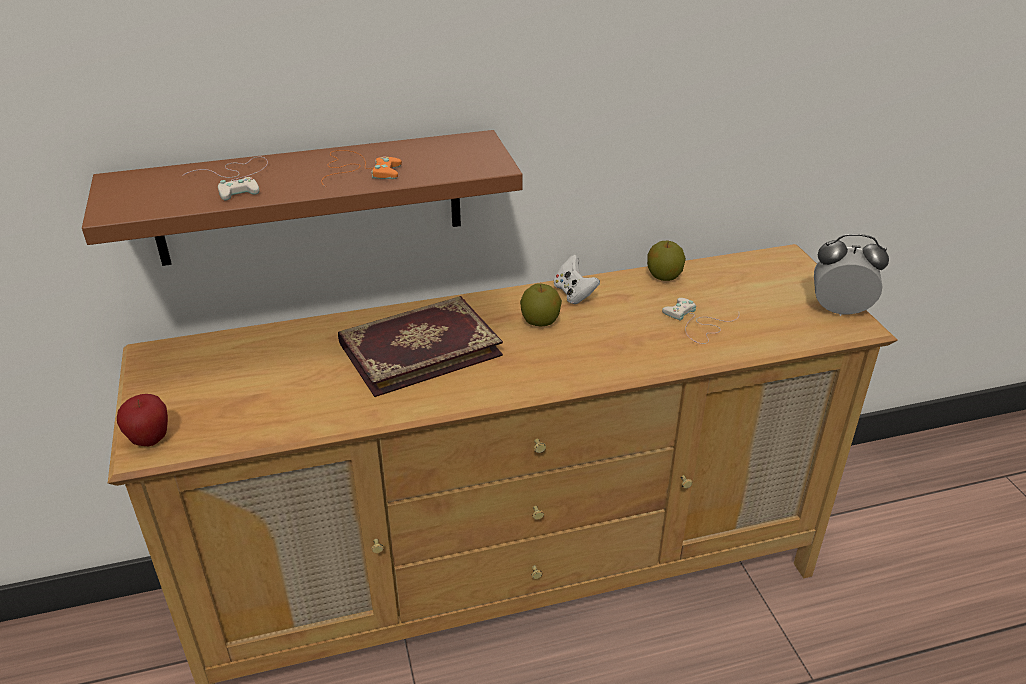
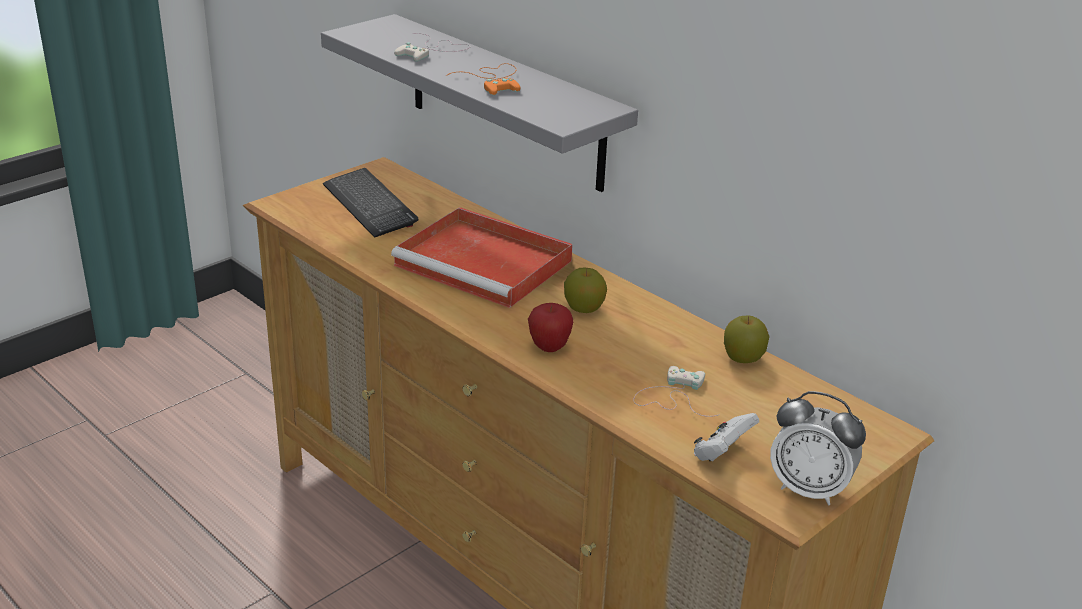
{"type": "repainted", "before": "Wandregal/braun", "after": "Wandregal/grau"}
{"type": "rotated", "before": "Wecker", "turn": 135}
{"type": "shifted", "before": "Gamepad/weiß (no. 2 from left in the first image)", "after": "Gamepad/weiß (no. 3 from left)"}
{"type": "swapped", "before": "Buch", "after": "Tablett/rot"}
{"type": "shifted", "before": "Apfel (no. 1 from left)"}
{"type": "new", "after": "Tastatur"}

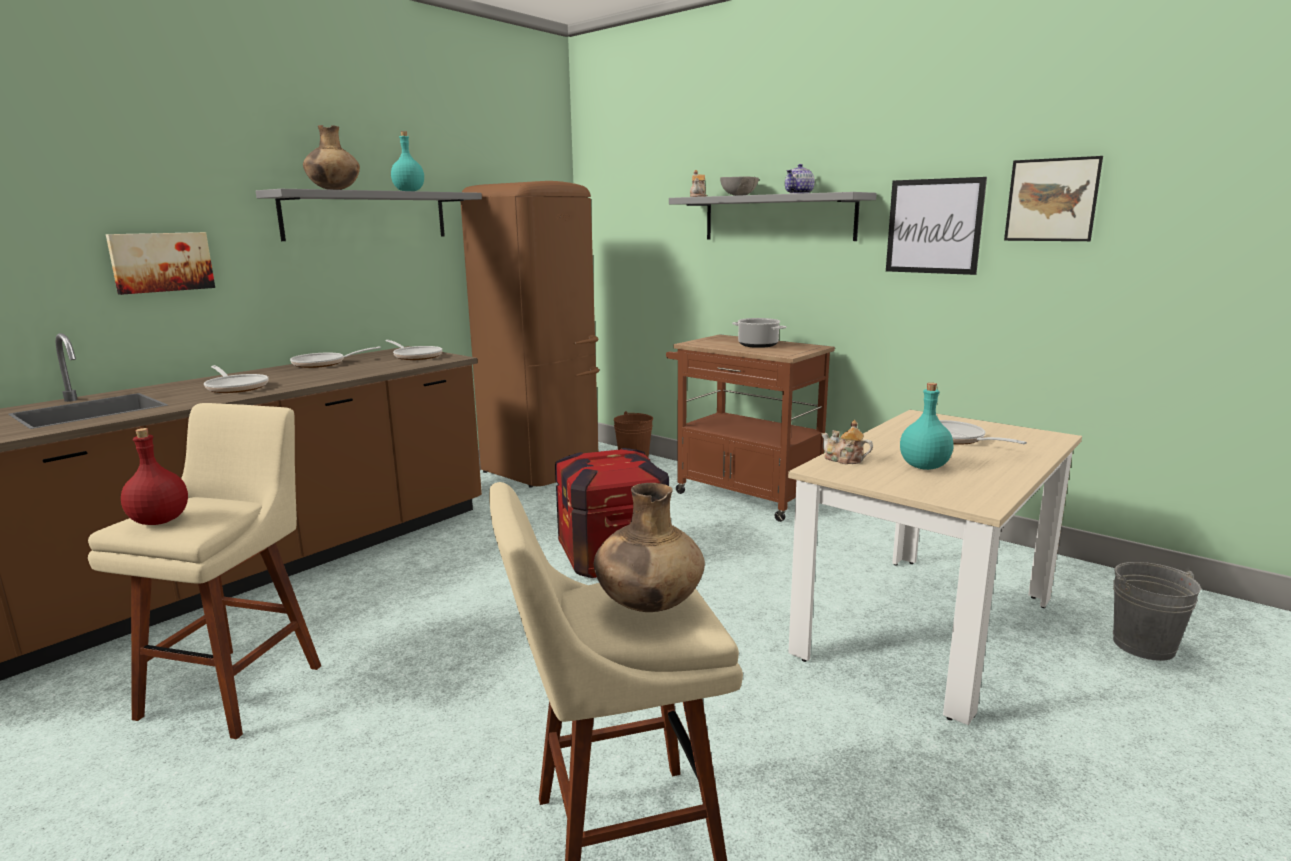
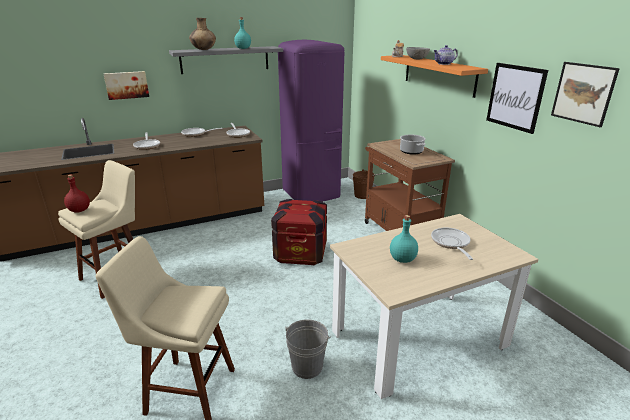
{"type": "repainted", "before": "Kühlschrank/braun", "after": "Kühlschrank/lila"}
{"type": "repainted", "before": "Wandregal/grau (no. 2 from left)", "after": "Wandregal/orange"}
{"type": "gone", "before": "Teekanne (no. 3 from left)"}
{"type": "gone", "before": "Vase/braun (no. 2 from left)"}
{"type": "shifted", "before": "Eimer/grau"}

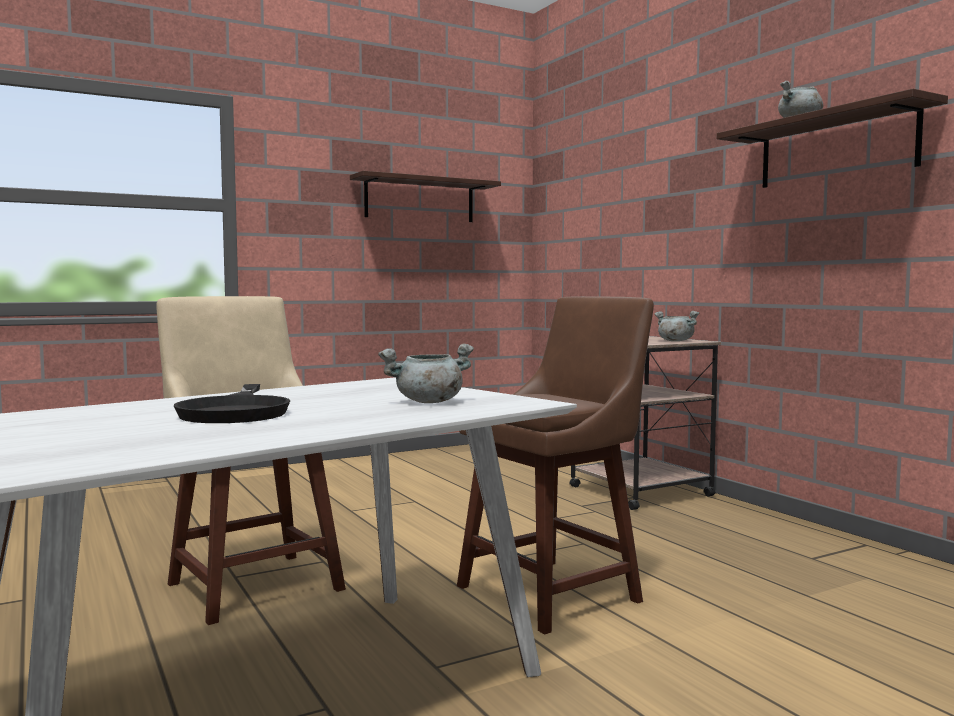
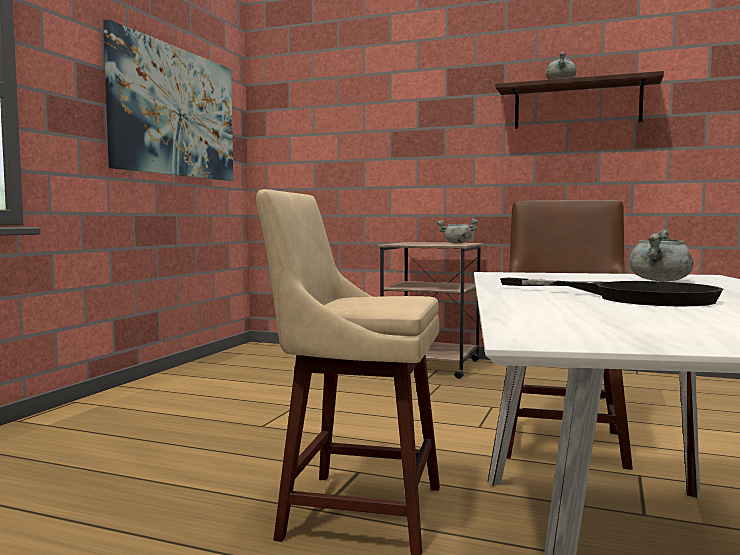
{"type": "swapped", "before": "Wandregal (no. 1 from left)", "after": "Bild"}

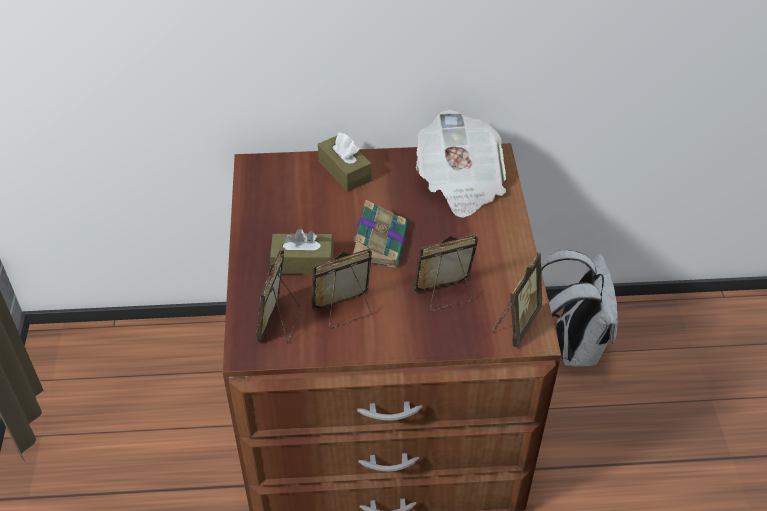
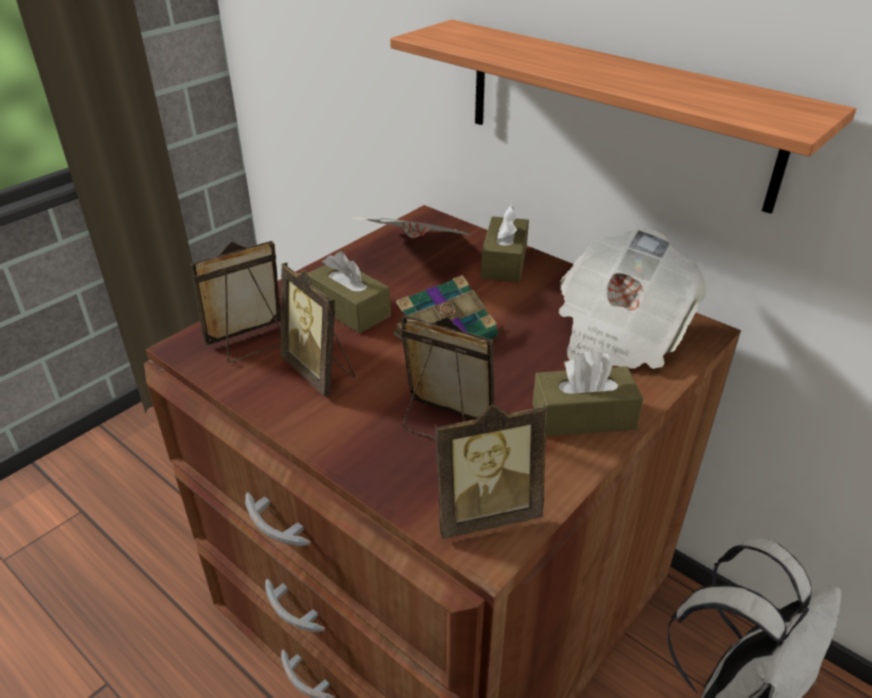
{"type": "rotated", "before": "Bilderrahmen (no. 2 from left)", "turn": -150}
{"type": "new", "after": "Wandregal"}
{"type": "new", "after": "Zeitung (no. 1 from left)"}
{"type": "new", "after": "Taschentuchbox/braun (no. 3 from left)"}

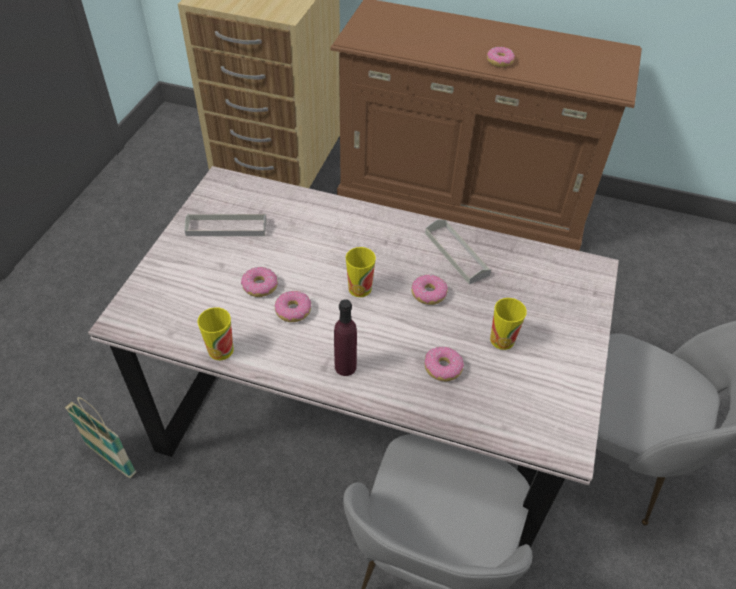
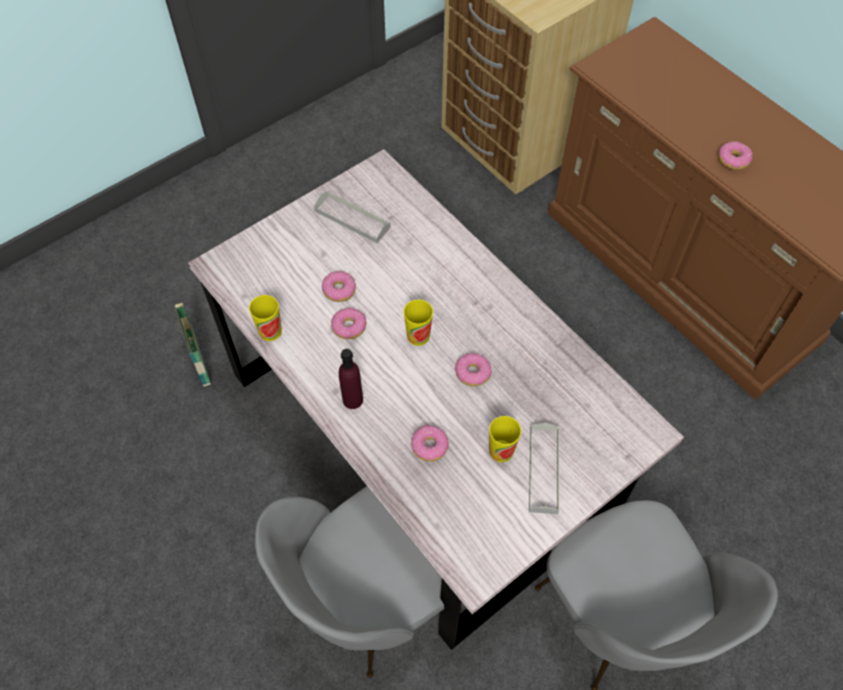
{"type": "shifted", "before": "Tablett/grau (no. 2 from left)"}

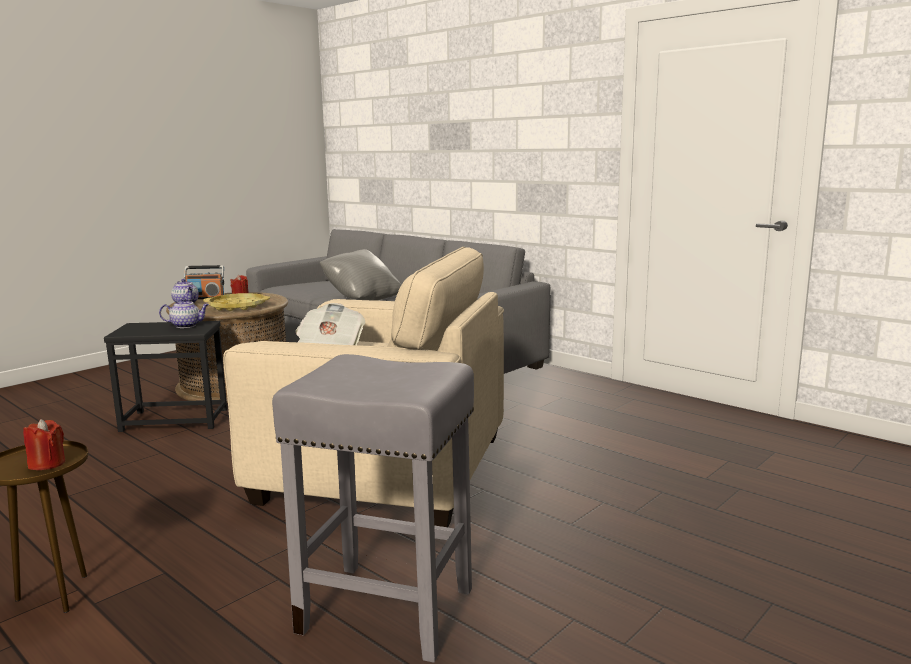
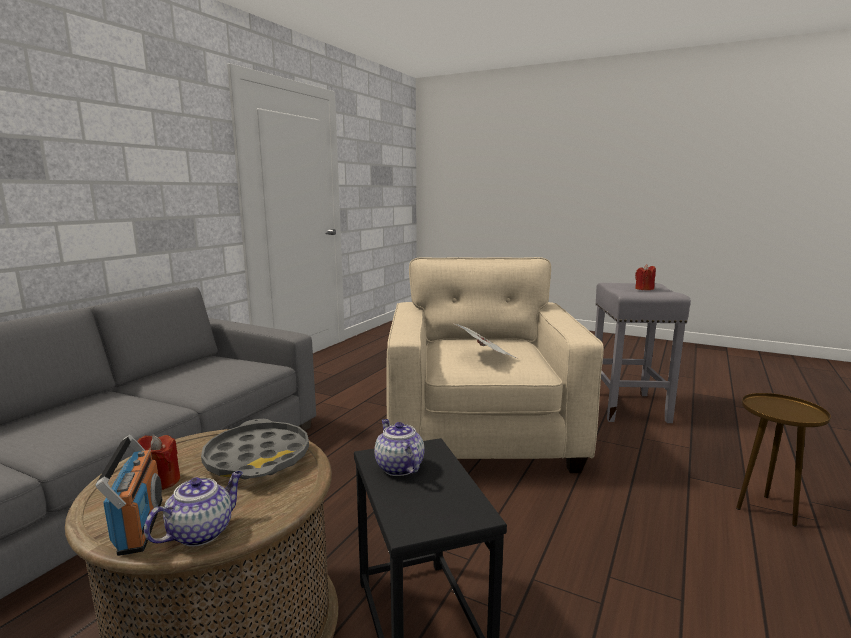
{"type": "gone", "before": "Kissen/grau"}
{"type": "repainted", "before": "Tablett/gelb", "after": "Tablett/grau"}
{"type": "shifted", "before": "Kerze/rot (no. 1 from left in the first image)", "after": "Kerze/rot (no. 2 from left)"}

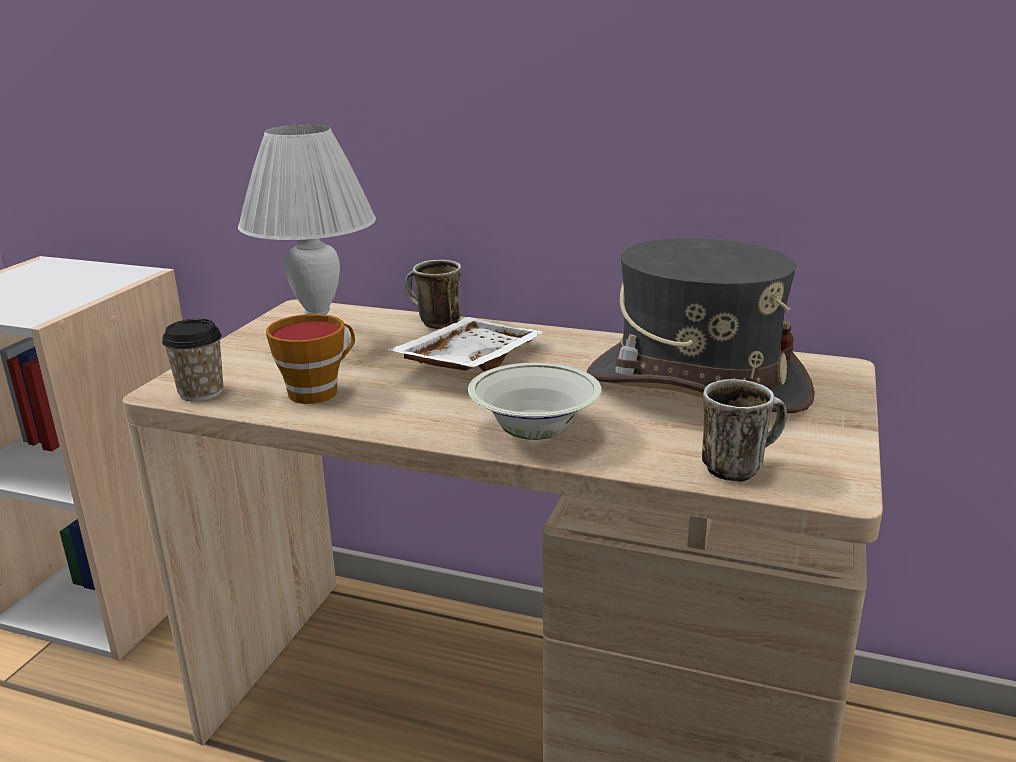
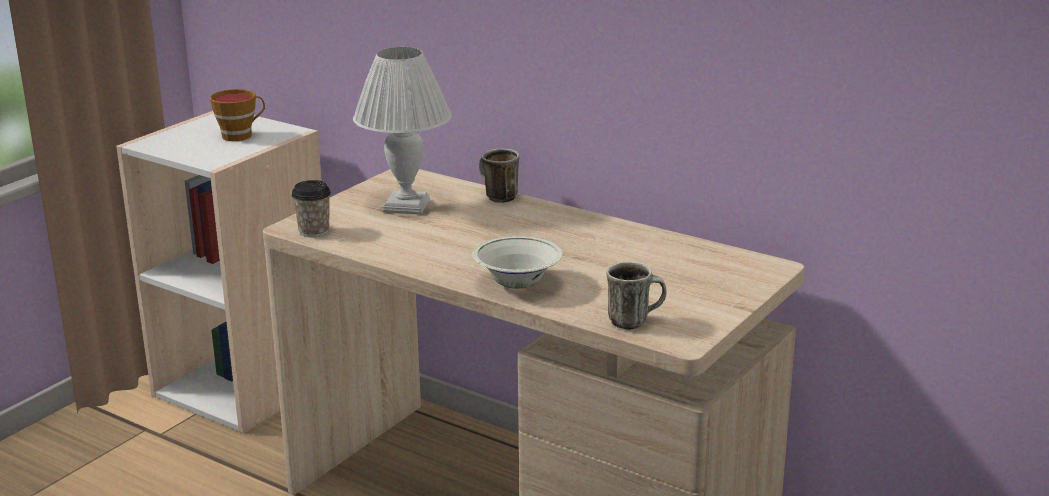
{"type": "gone", "before": "Hut/grau"}
{"type": "shifted", "before": "Tasse (no. 2 from left in the first image)", "after": "Tasse (no. 1 from left)"}
{"type": "gone", "before": "Tablett/weiß"}

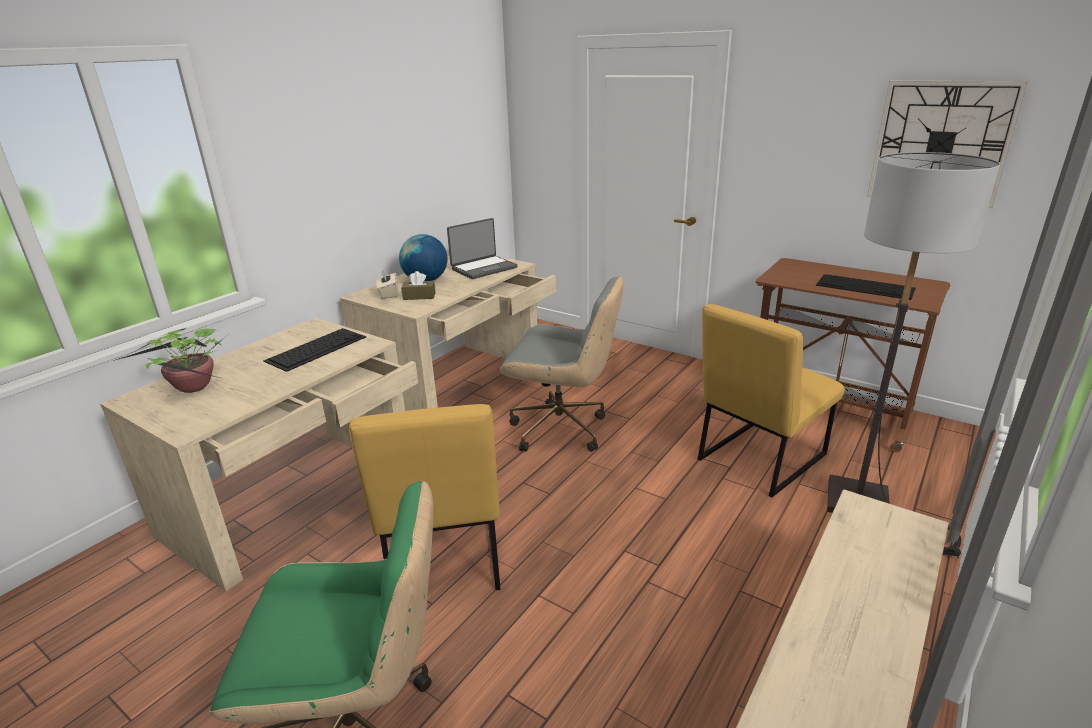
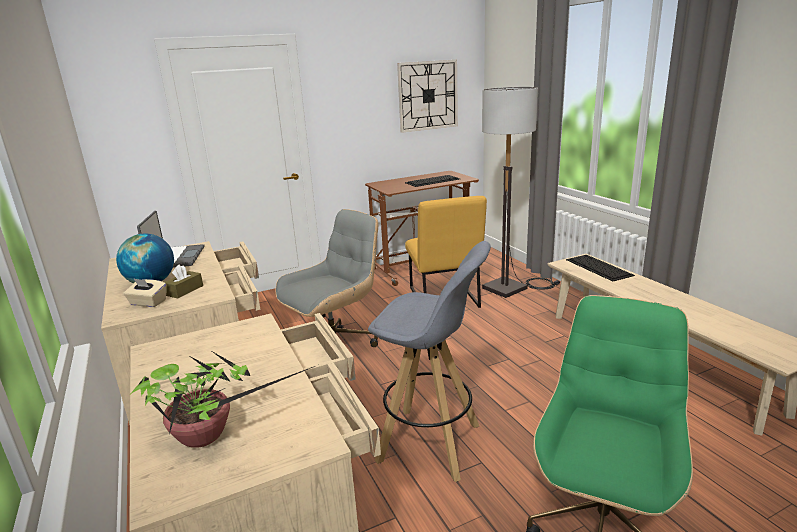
{"type": "shifted", "before": "Tastatur (no. 1 from left in the first image)", "after": "Tastatur (no. 2 from left)"}
{"type": "swapped", "before": "Stuhl/gelb (no. 1 from left)", "after": "Hocker/grau"}

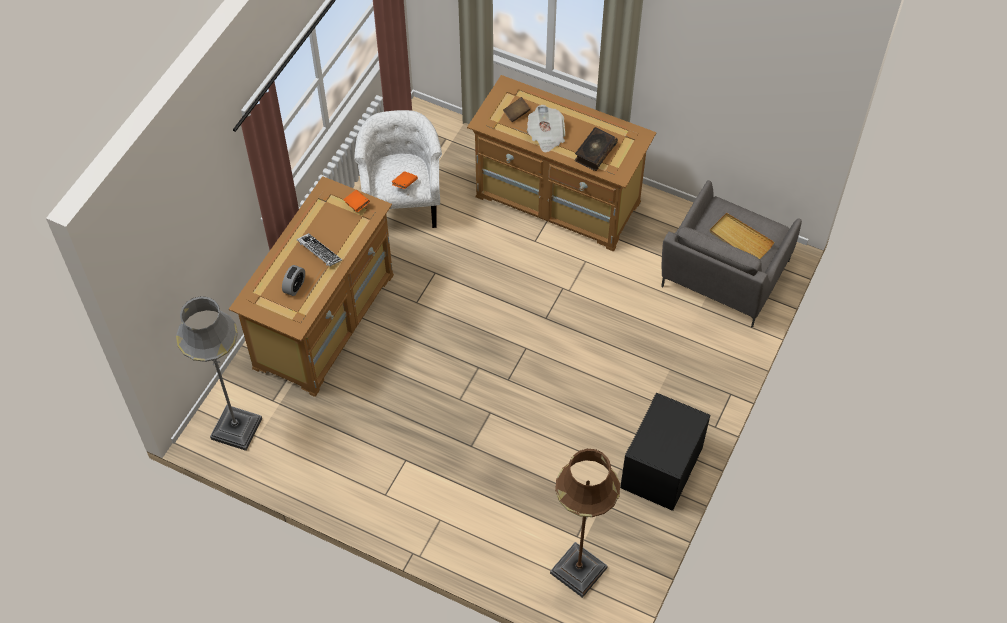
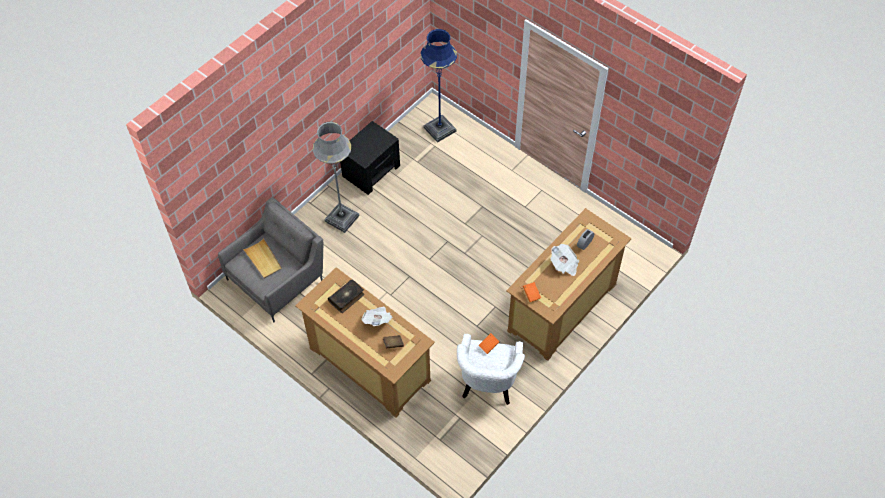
{"type": "swapped", "before": "Tastatur", "after": "Zeitung (no. 2 from left)"}
{"type": "shifted", "before": "Stehlampe/grau"}
{"type": "repainted", "before": "Stehlampe/braun", "after": "Stehlampe/blau"}

